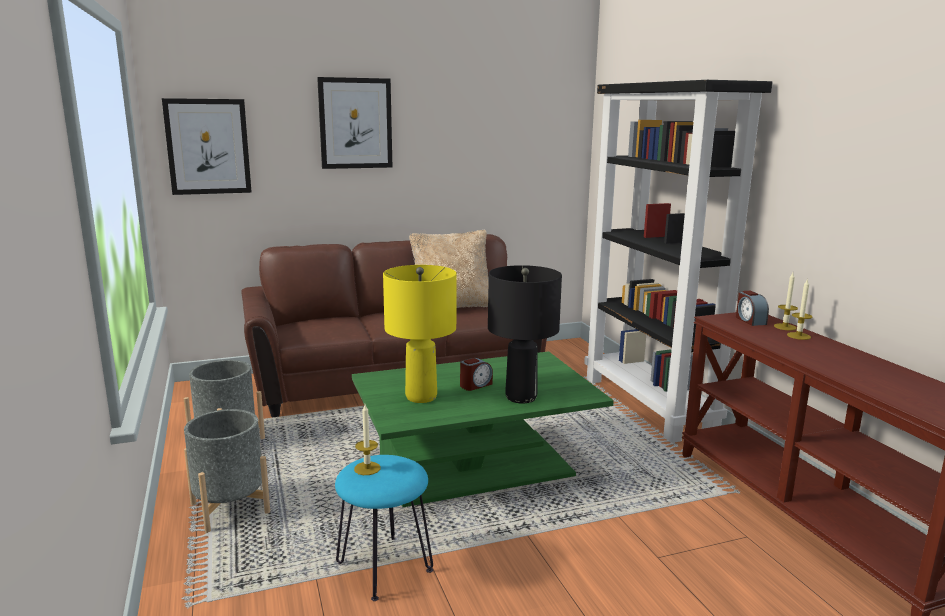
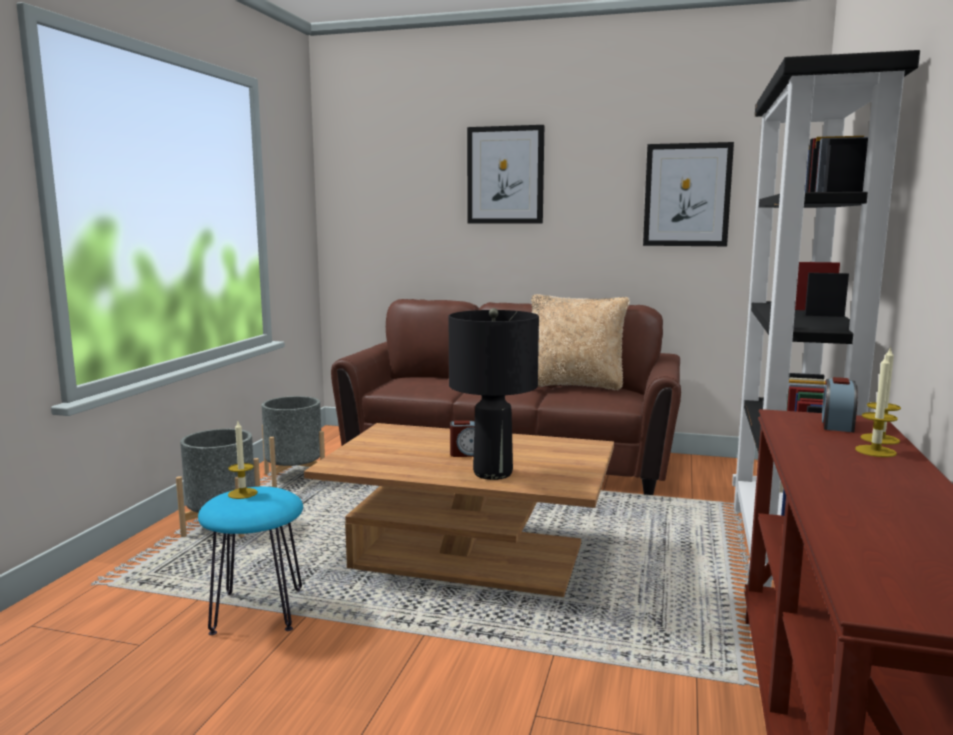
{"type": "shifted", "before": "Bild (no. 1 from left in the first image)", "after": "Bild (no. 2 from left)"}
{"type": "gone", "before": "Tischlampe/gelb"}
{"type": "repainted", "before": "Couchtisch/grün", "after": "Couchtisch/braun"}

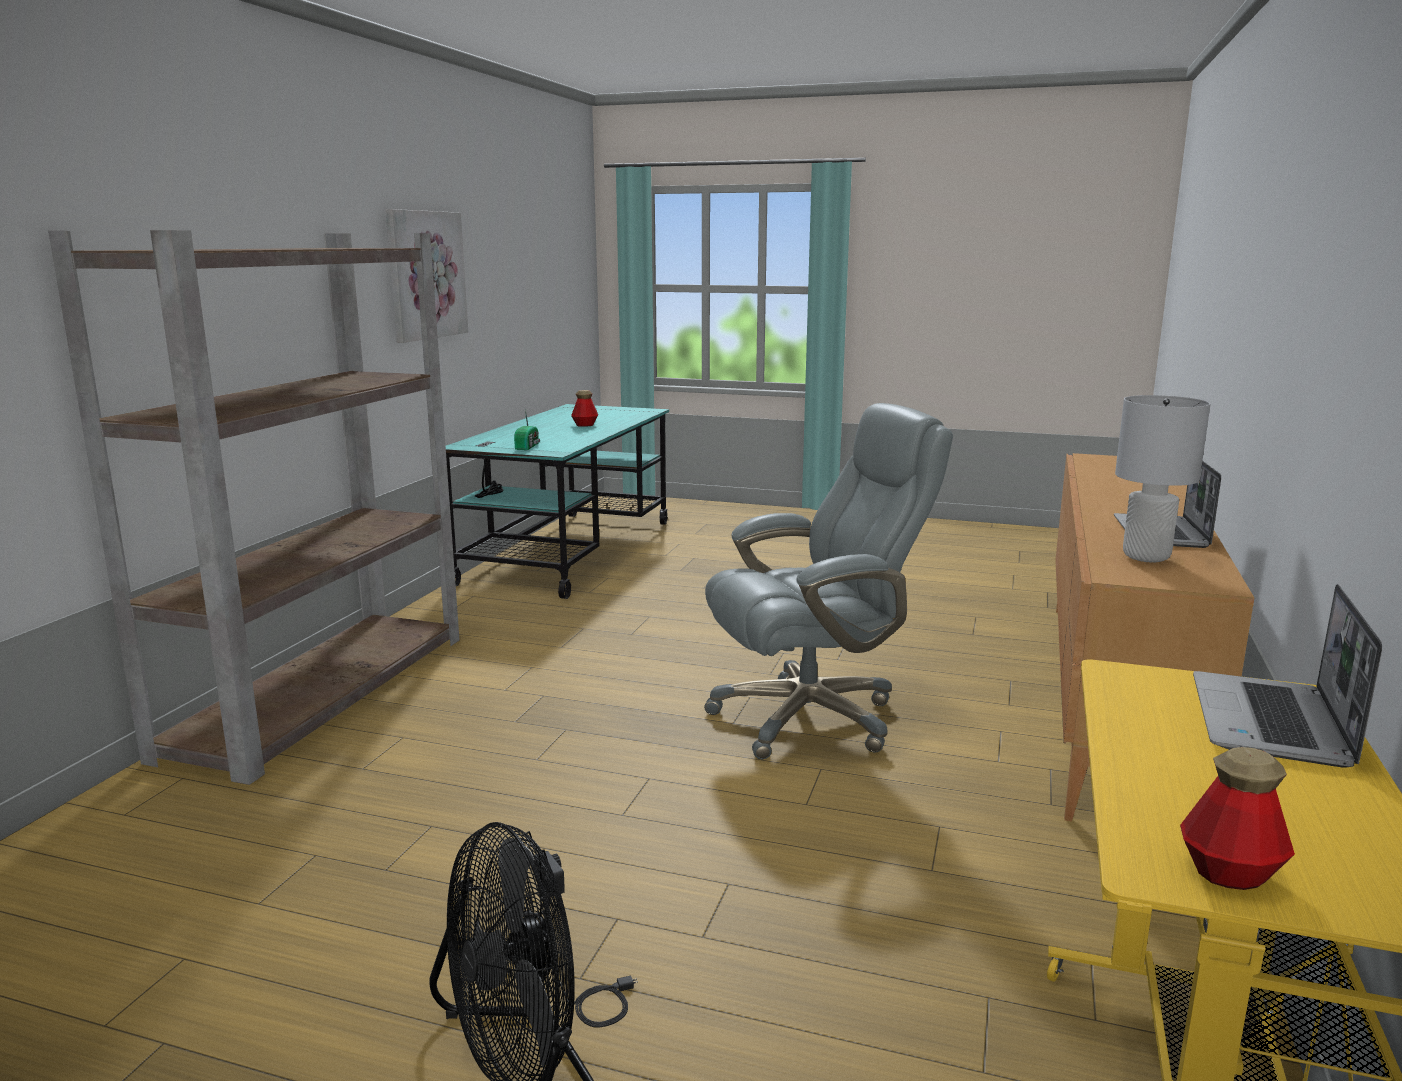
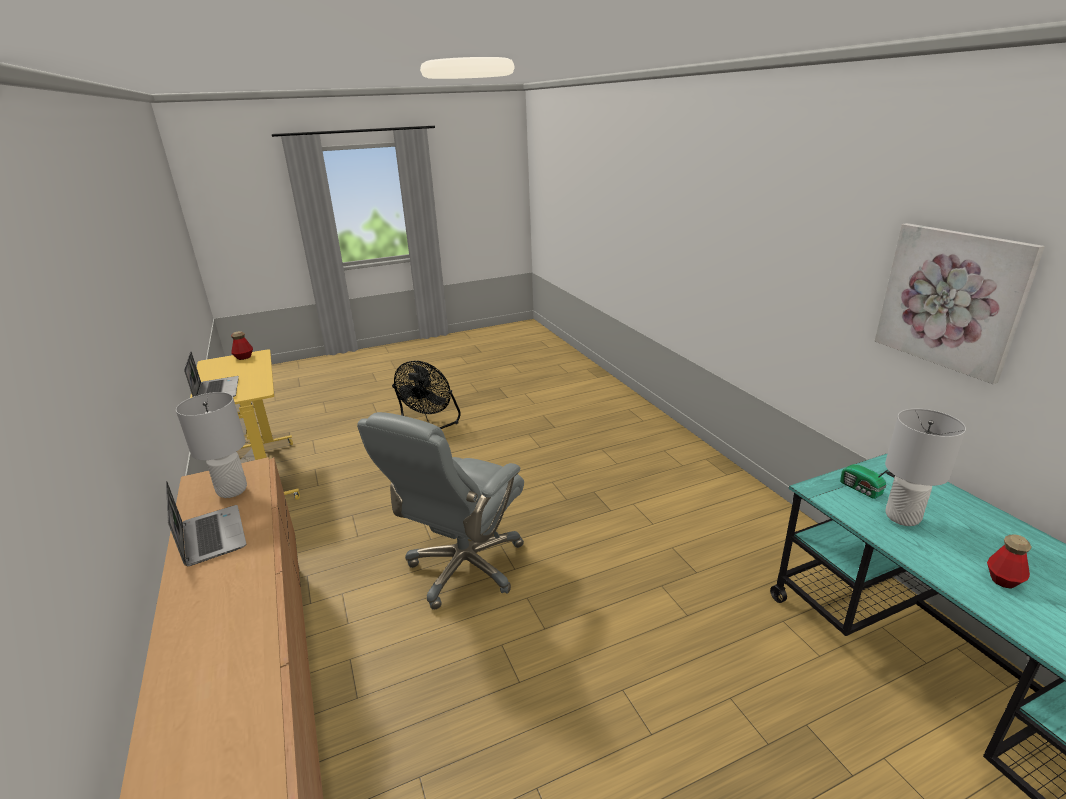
{"type": "gone", "before": "Bücherregal/braun"}
{"type": "new", "after": "Tischlampe/grau (no. 2 from left)"}

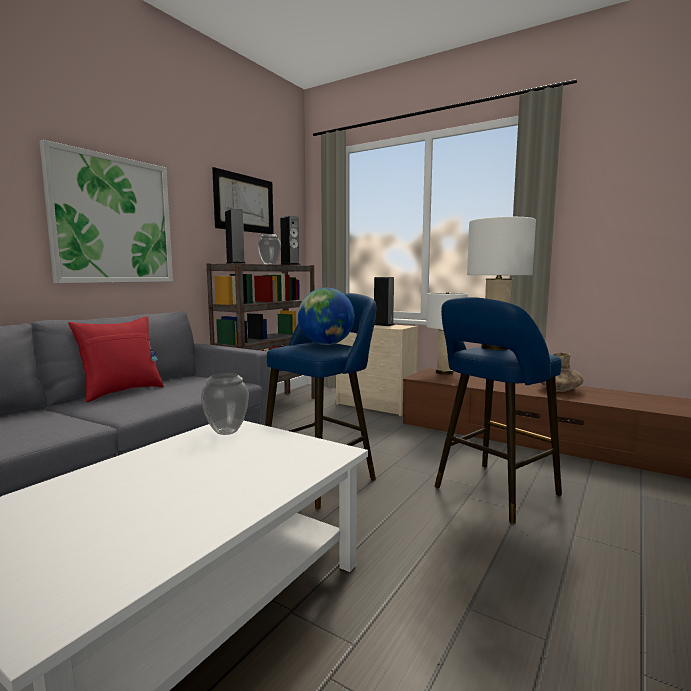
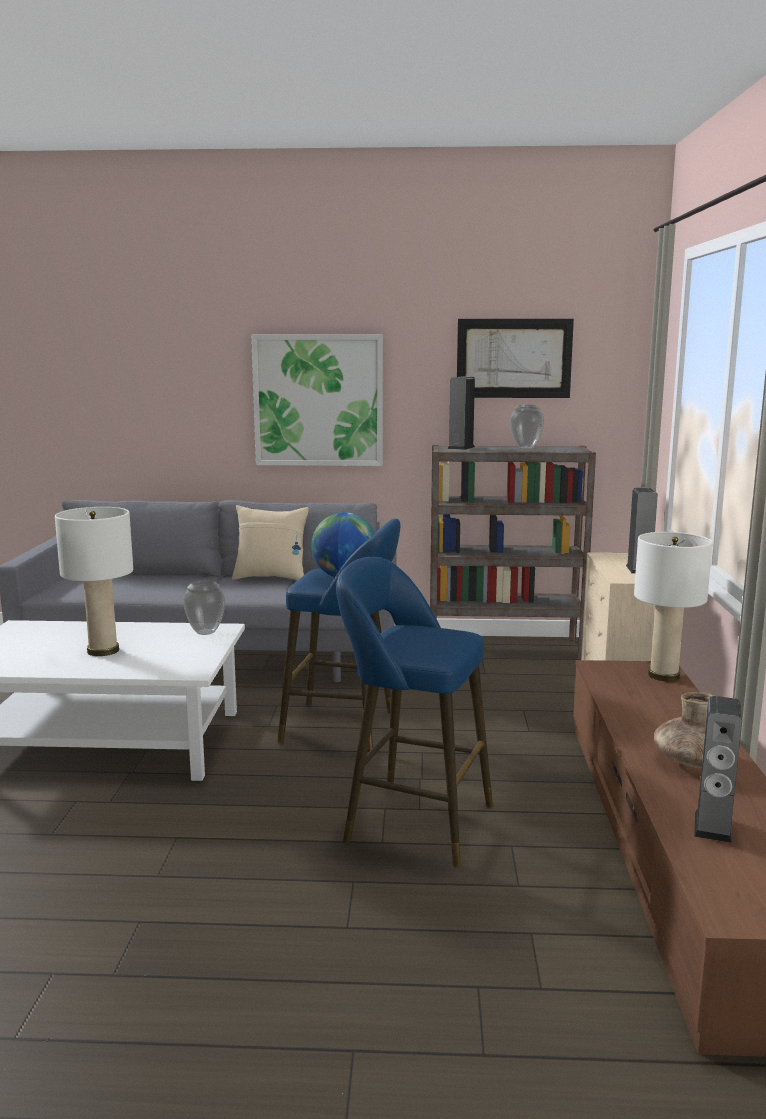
{"type": "shifted", "before": "Lautsprecher (no. 2 from left in the first image)", "after": "Lautsprecher (no. 3 from left)"}
{"type": "shifted", "before": "Tischlampe/weiß (no. 2 from left in the first image)", "after": "Tischlampe/weiß (no. 1 from left)"}
{"type": "repainted", "before": "Kissen/rot", "after": "Kissen/beige"}

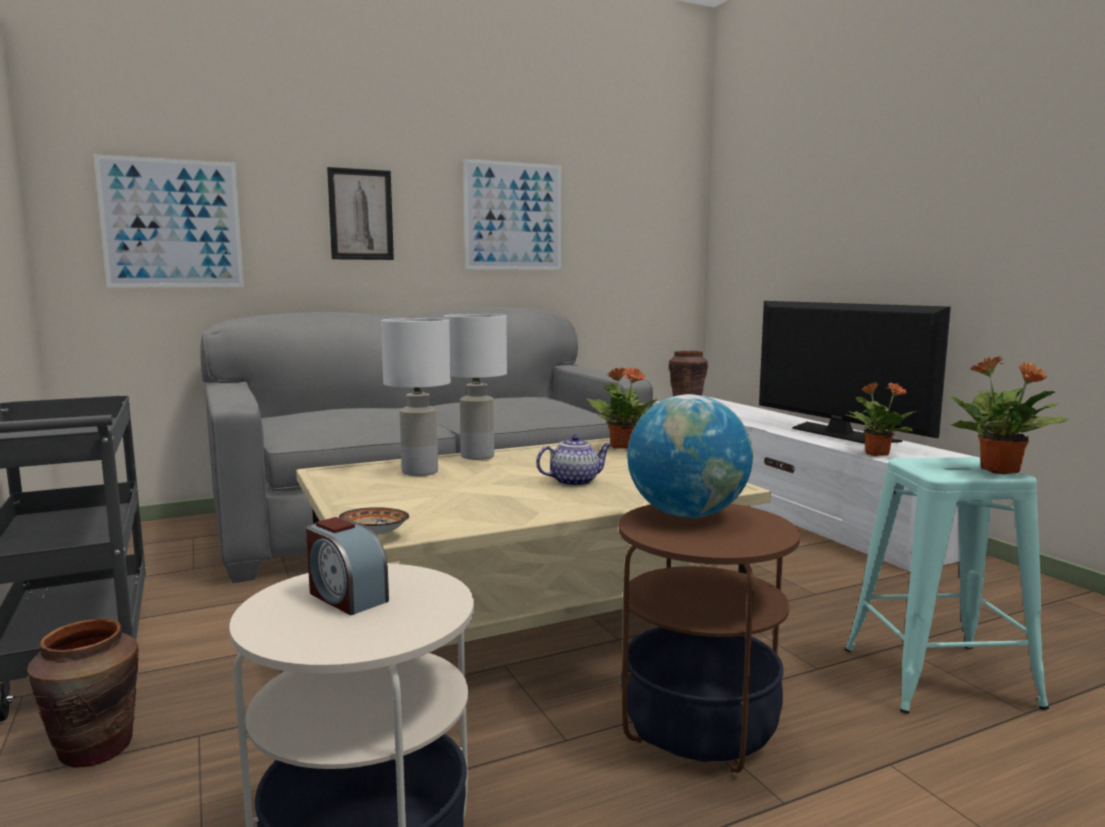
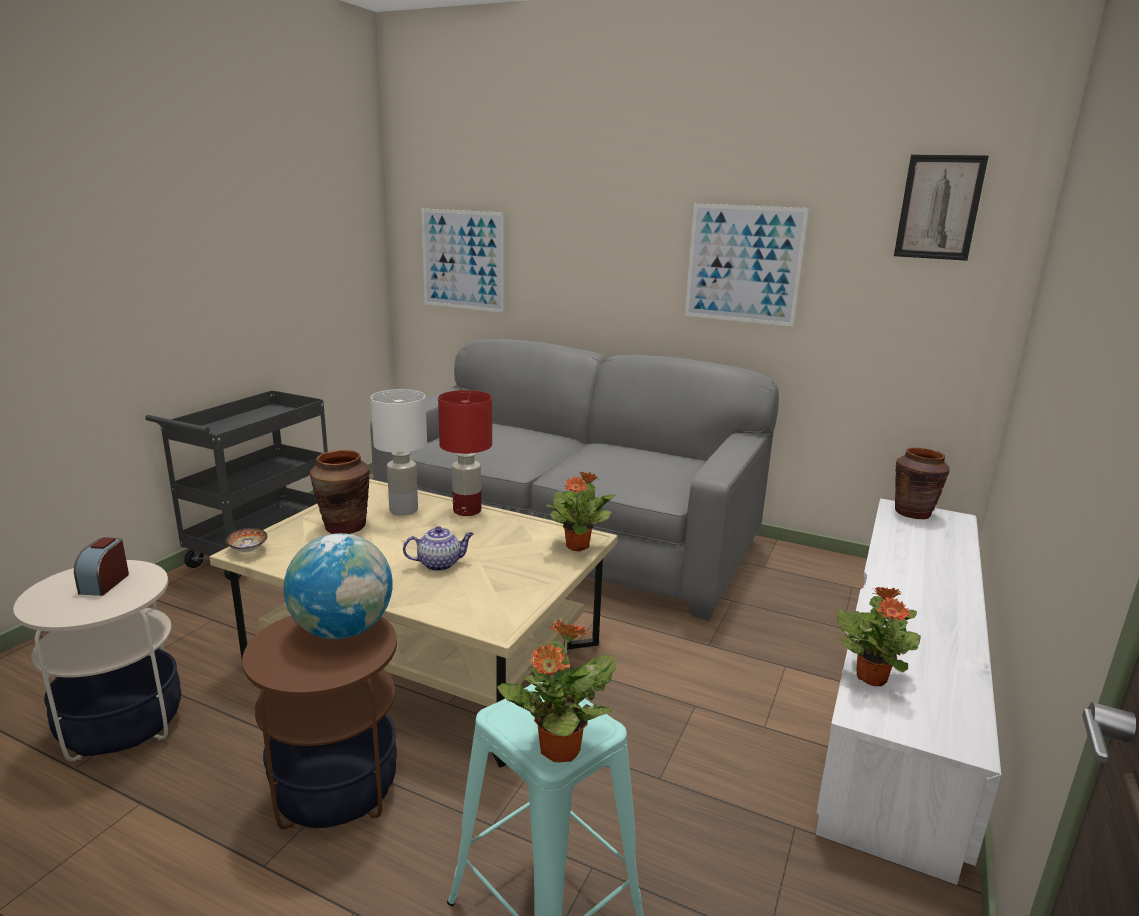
{"type": "shifted", "before": "Bild (no. 2 from left in the first image)", "after": "Bild (no. 3 from left)"}
{"type": "gone", "before": "Fernseher"}
{"type": "repainted", "before": "Tischlampe/weiß (no. 2 from left)", "after": "Tischlampe/rot"}
{"type": "rotated", "before": "Teekanne", "turn": -45}
{"type": "shifted", "before": "Vase/braun (no. 1 from left)"}

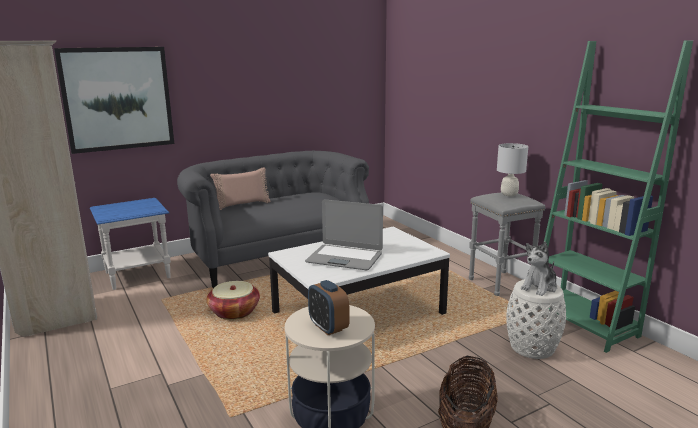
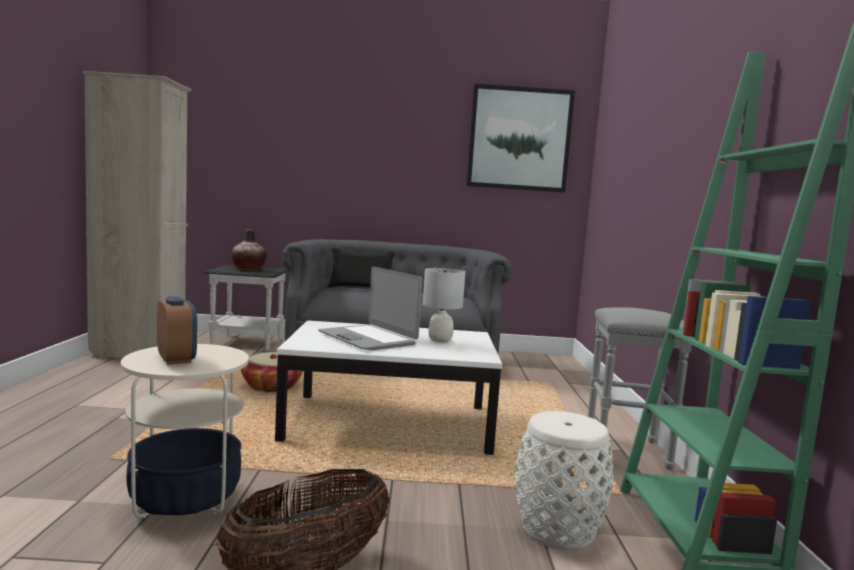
{"type": "shifted", "before": "Bild"}
{"type": "shifted", "before": "Tischlampe/grau"}
{"type": "repainted", "before": "Kissen/beige", "after": "Kissen/schwarz"}
{"type": "repainted", "before": "Beistelltisch/blau", "after": "Beistelltisch/schwarz"}
{"type": "gone", "before": "Plüschtier"}
{"type": "rotated", "before": "Wecker", "turn": 150}
{"type": "new", "after": "Vase"}

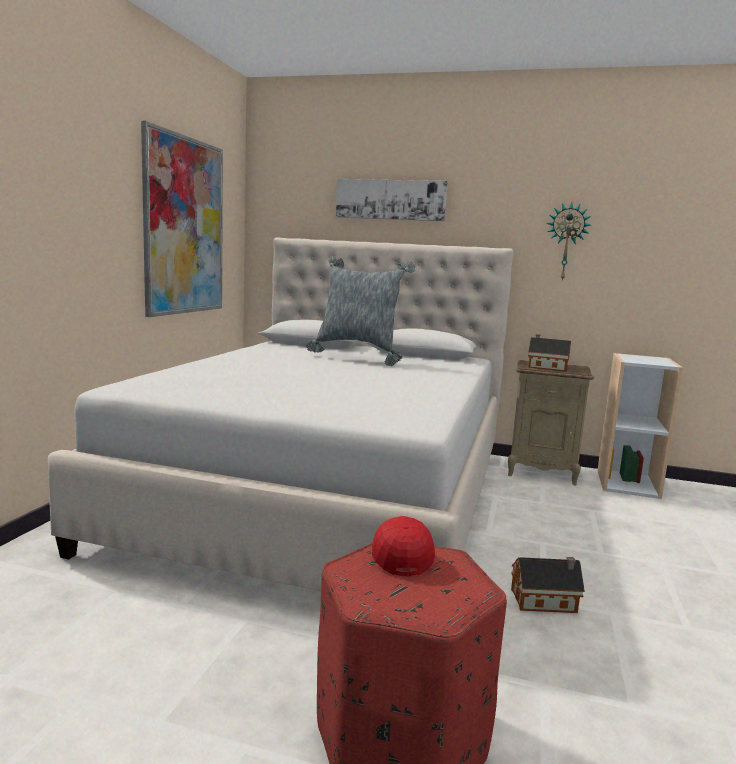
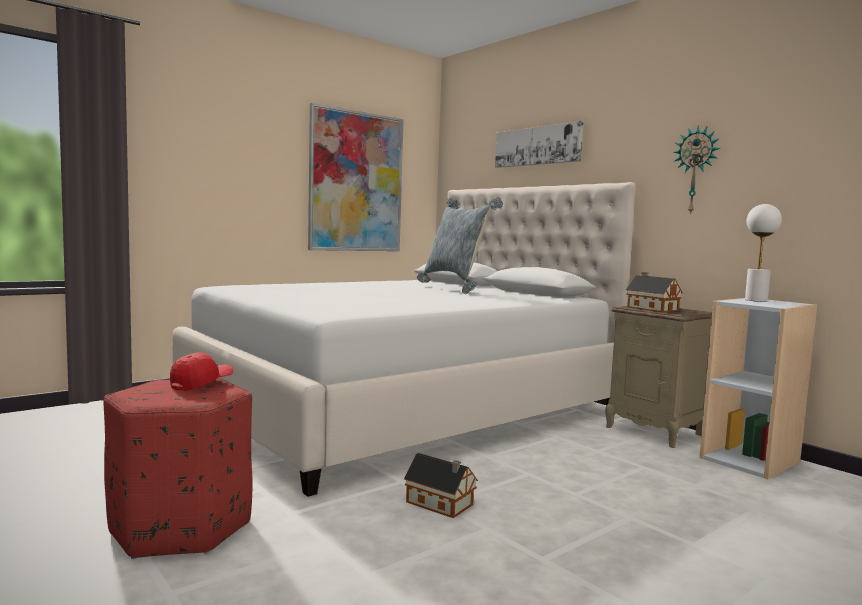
{"type": "new", "after": "Tischlampe/weiß"}

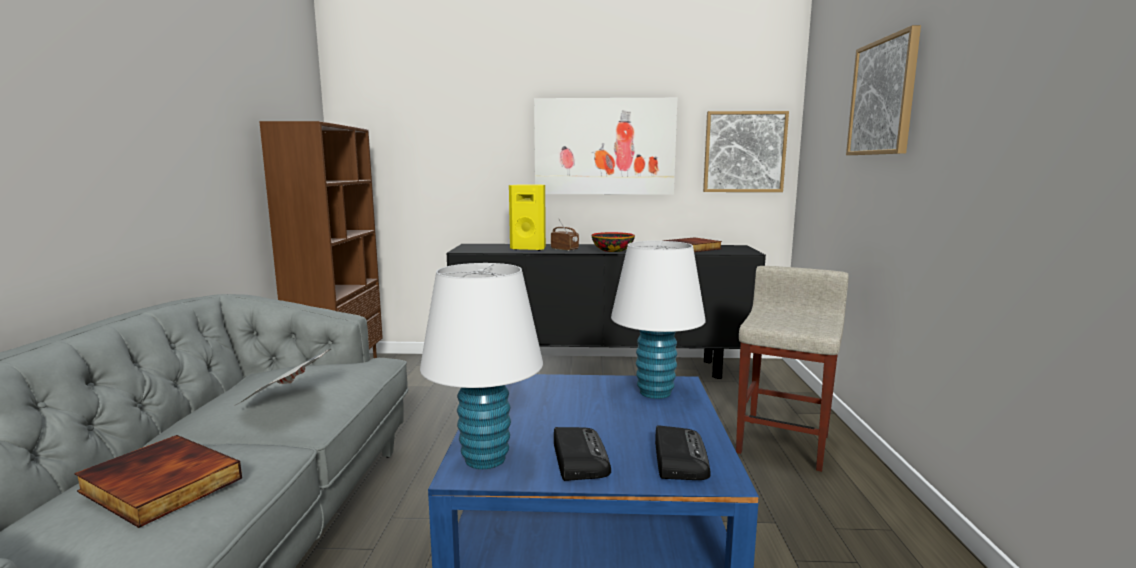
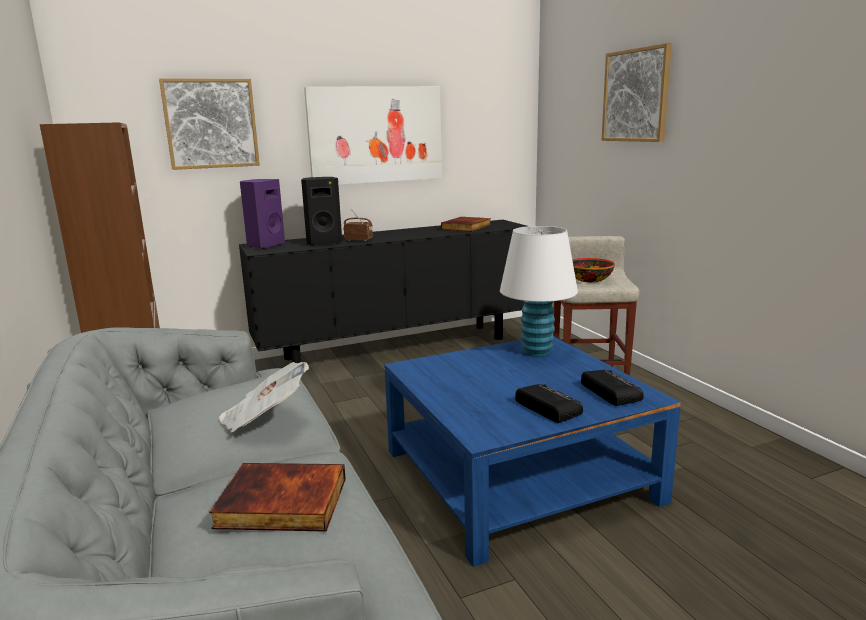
{"type": "shifted", "before": "Bild (no. 2 from left in the first image)", "after": "Bild (no. 1 from left)"}
{"type": "repainted", "before": "Lautsprecher/gelb", "after": "Lautsprecher/schwarz"}
{"type": "shifted", "before": "Schüssel"}
{"type": "gone", "before": "Tischlampe/weiß (no. 1 from left)"}
{"type": "new", "after": "Lautsprecher/lila"}

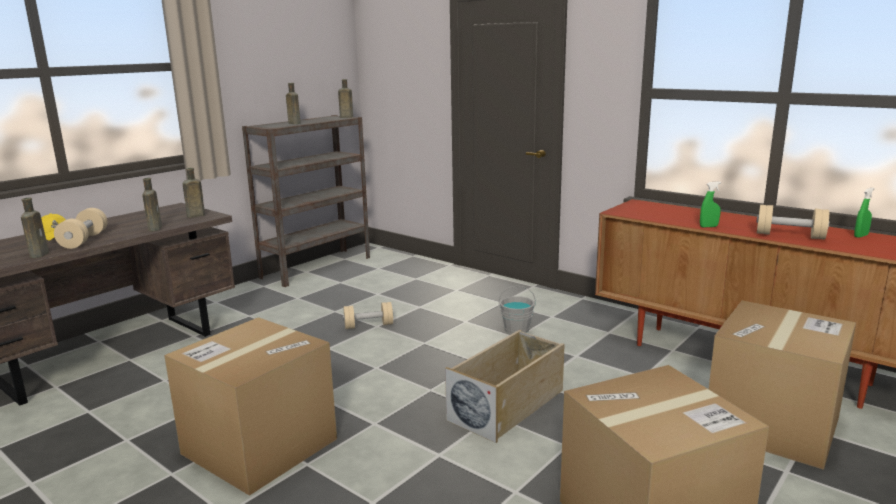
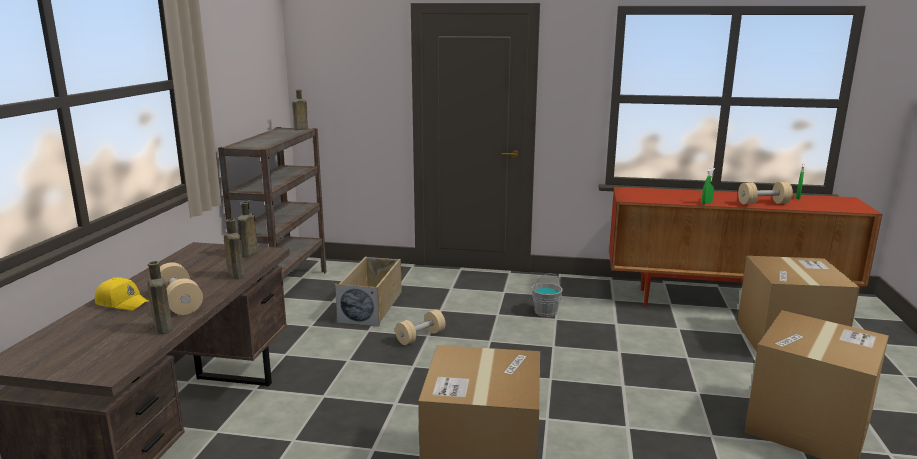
{"type": "gone", "before": "Flasche/braun (no. 4 from left)"}
{"type": "shifted", "before": "Aufbewahrungsbox/beige"}

